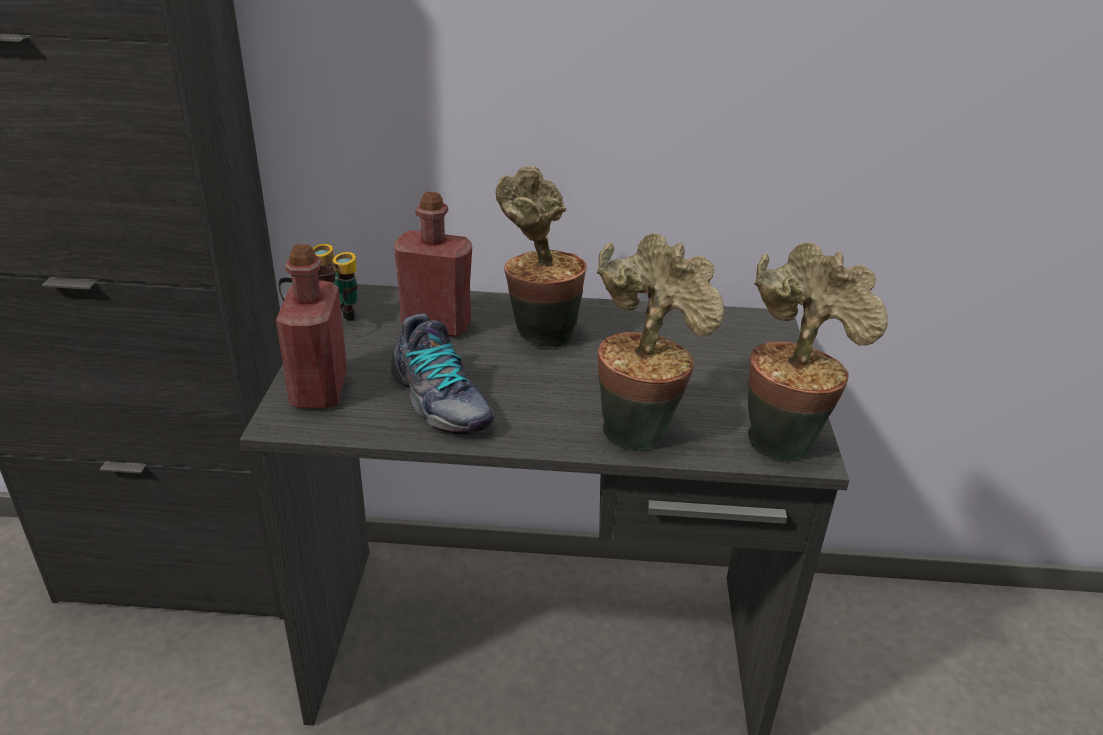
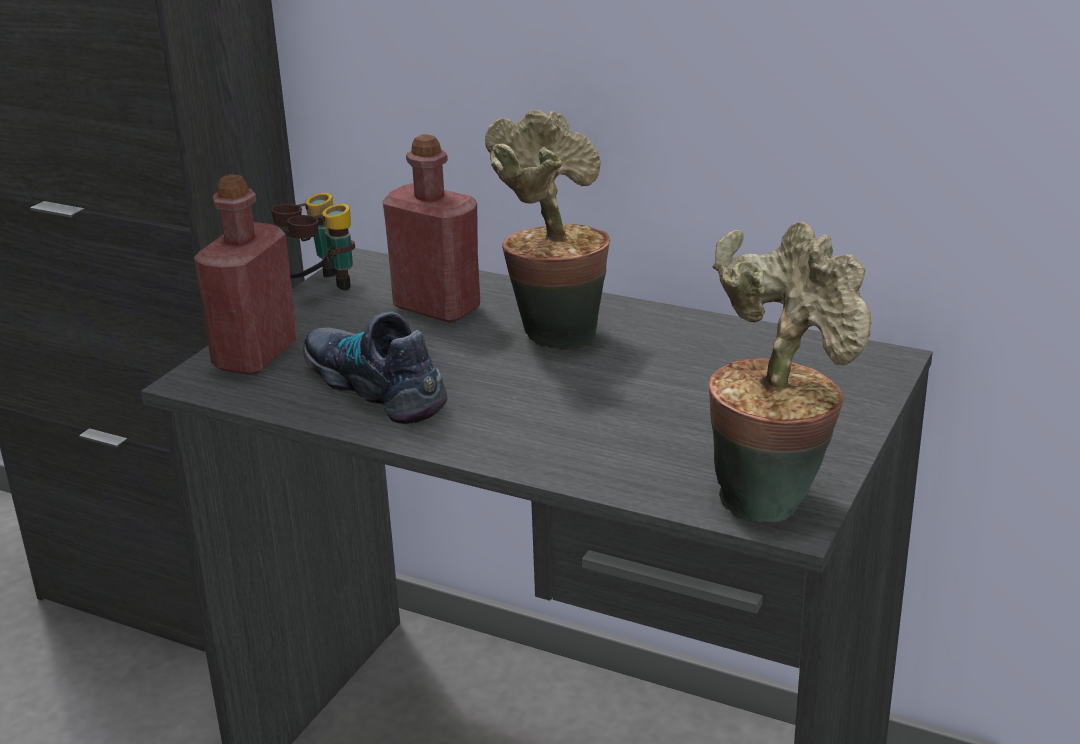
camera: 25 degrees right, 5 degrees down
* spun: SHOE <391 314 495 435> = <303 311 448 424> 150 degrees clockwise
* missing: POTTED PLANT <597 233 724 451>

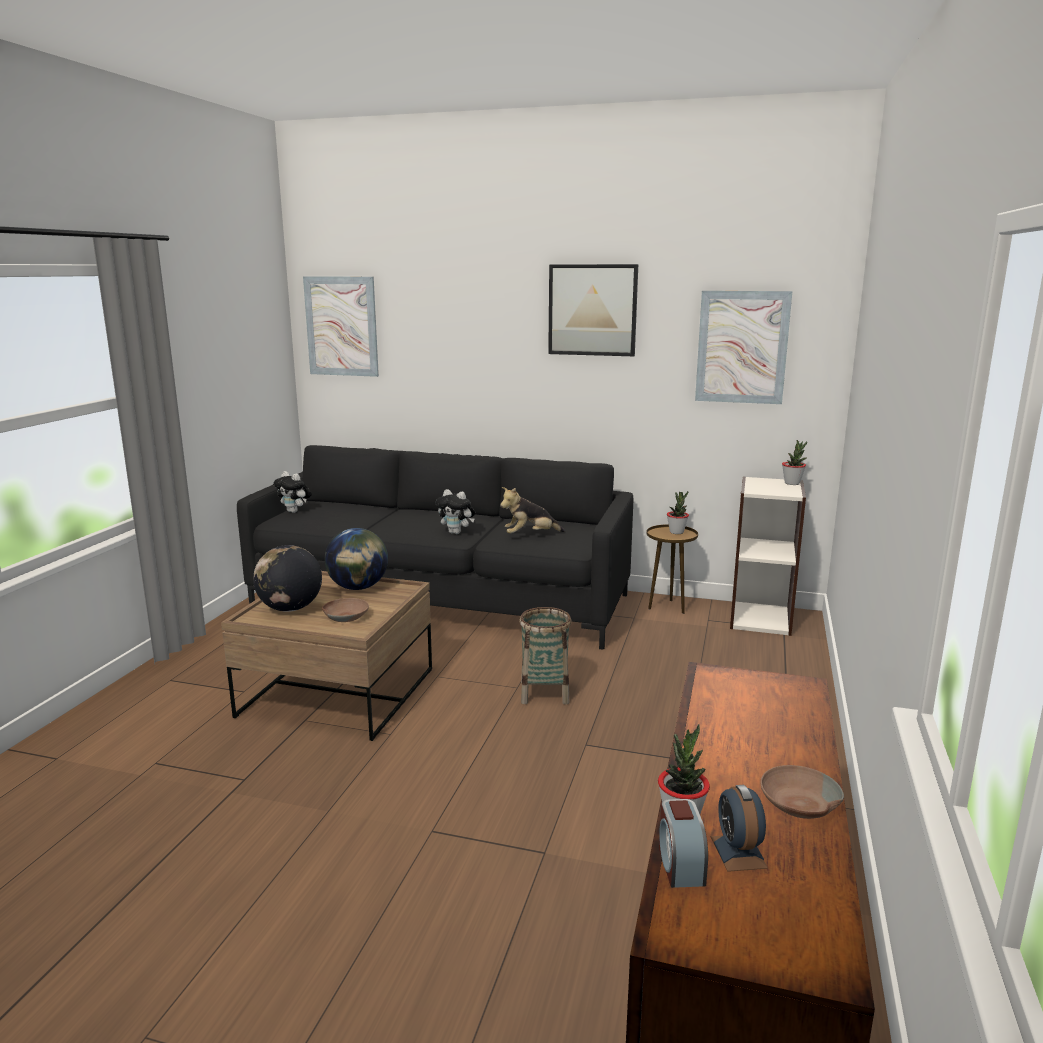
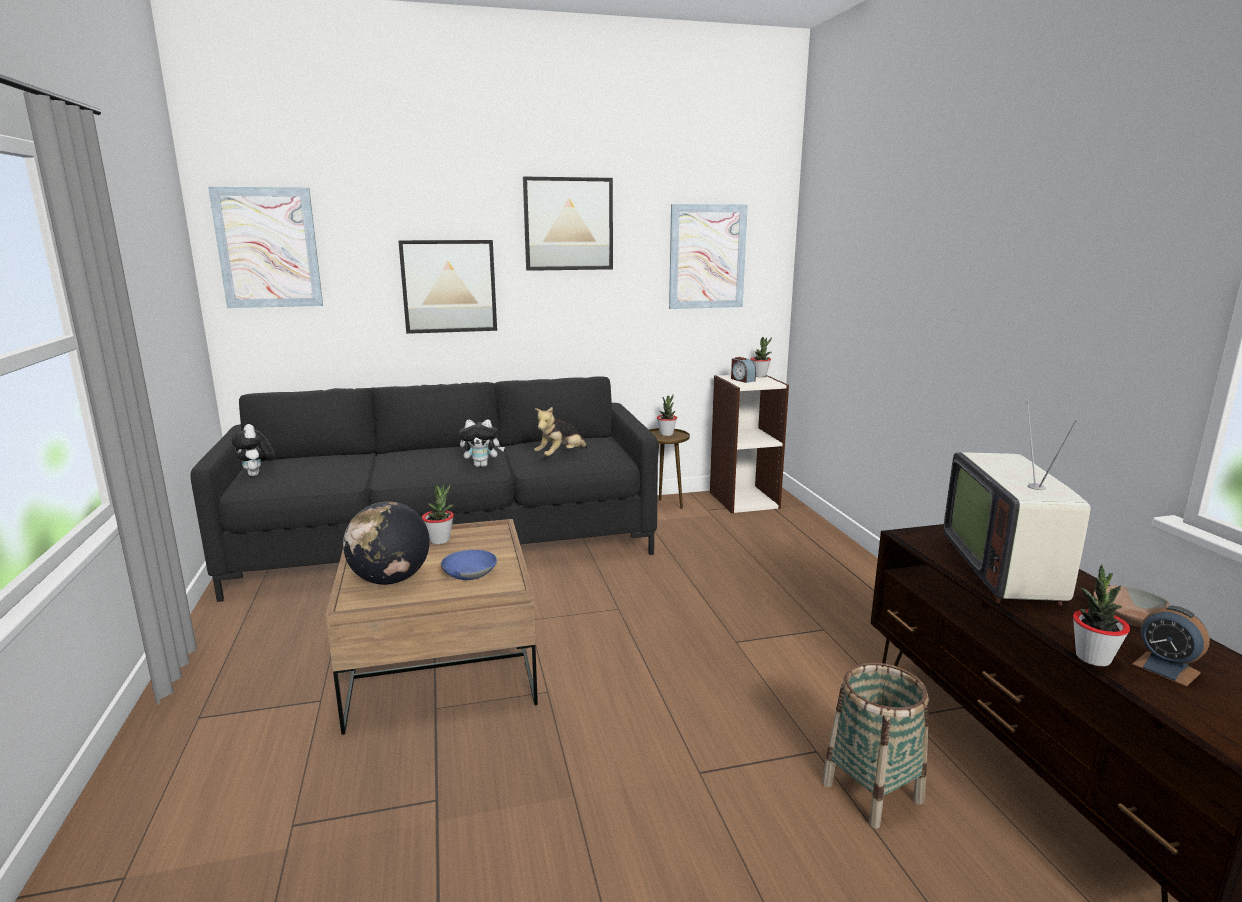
camera: 30 degrees left, 0 degrees up
* spun: CUDDLY TOY <273 471 312 513> = <232 424 275 476> 60 degrees clockwise
* appeared: PICTURE <398 240 497 334>
* exchanged: WORLD GLOBE <325 528 388 590> to POTTED PLANT <422 484 454 544>
* colour: BROWN DEEP DISH <322 598 369 622> to BLUE-COLOURED DEEP DISH <441 550 497 580>
* relocated: ALARM CLOCK <659 799 708 888> to <731 357 756 383>
* relocated: BASKET <519 607 572 704> to <822 662 929 829>
* appeared: TELEVISION <943 401 1091 606>

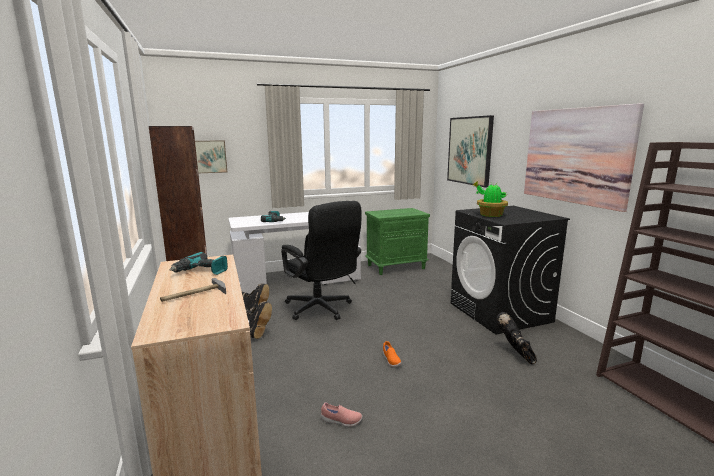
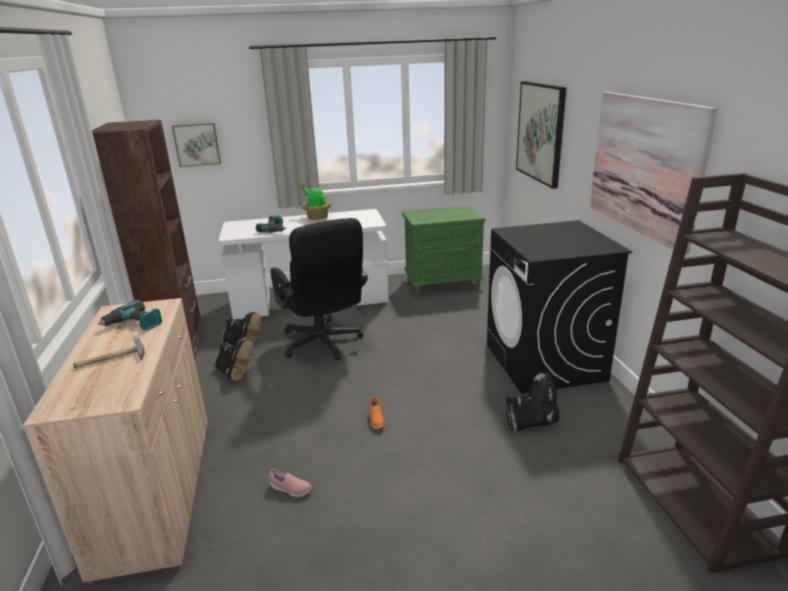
camera: 10 degrees right, 10 degrees up
* relocated: POTTED PLANT <473 181 508 217> to <299 183 331 220>
* spun: BLACK-COLOURED BOOT <496 312 537 364> = <506 372 559 432> 75 degrees clockwise

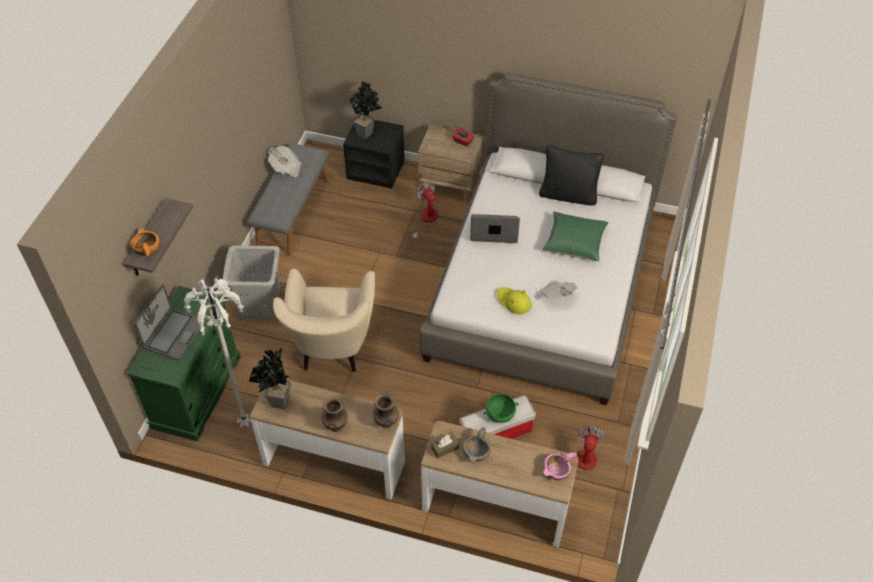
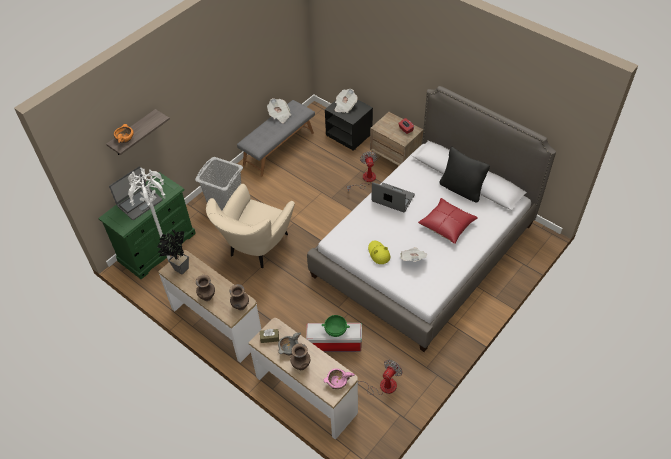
camera: 25 degrees right, 0 degrees up
* appeared: BROWN FLOWER VASE <290 343 310 370>
* exchanged: POTTED PLANT <350 81 382 139> to NEWSPAPER <335 89 357 113>
* colour: GREEN CUSHION <543 212 608 261> to RED CUSHION <418 198 478 244>

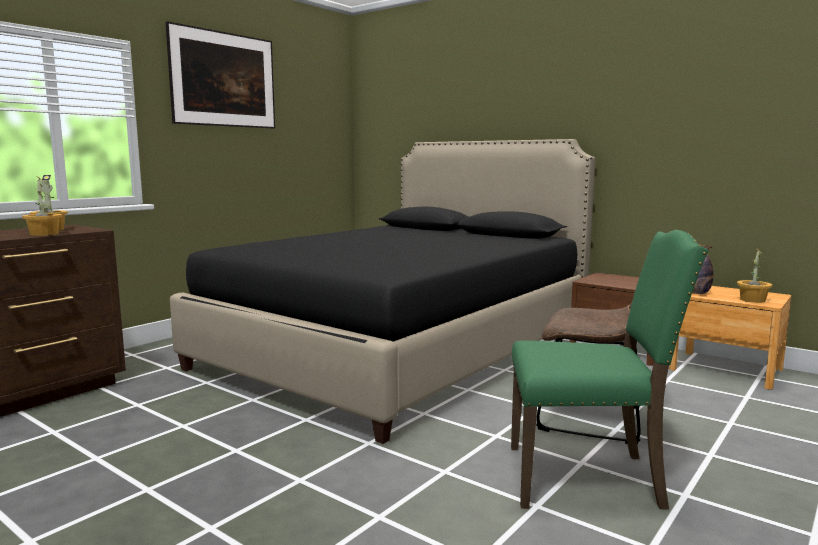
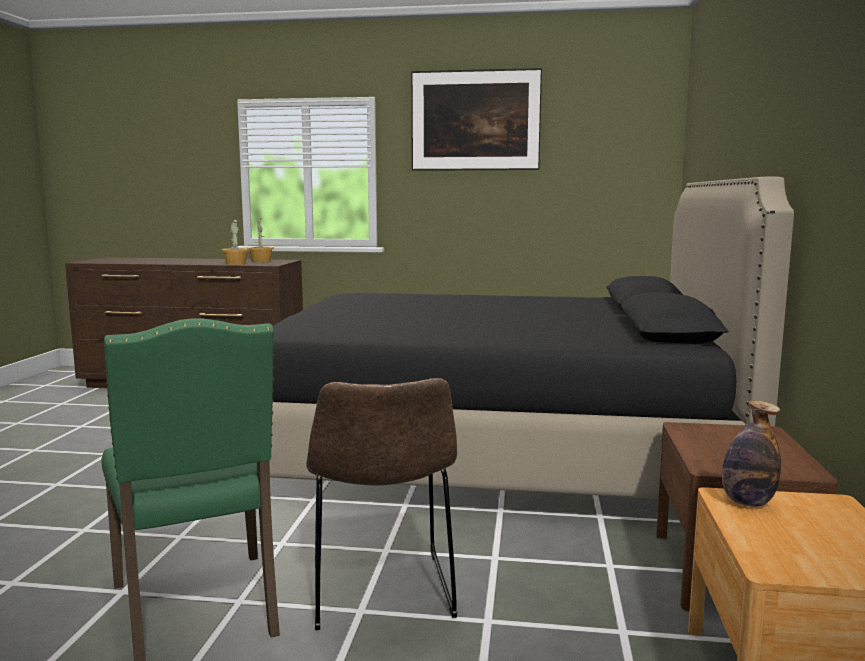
camera: 60 degrees right, 0 degrees up
* missing: POTTED PLANT <737 248 772 303>

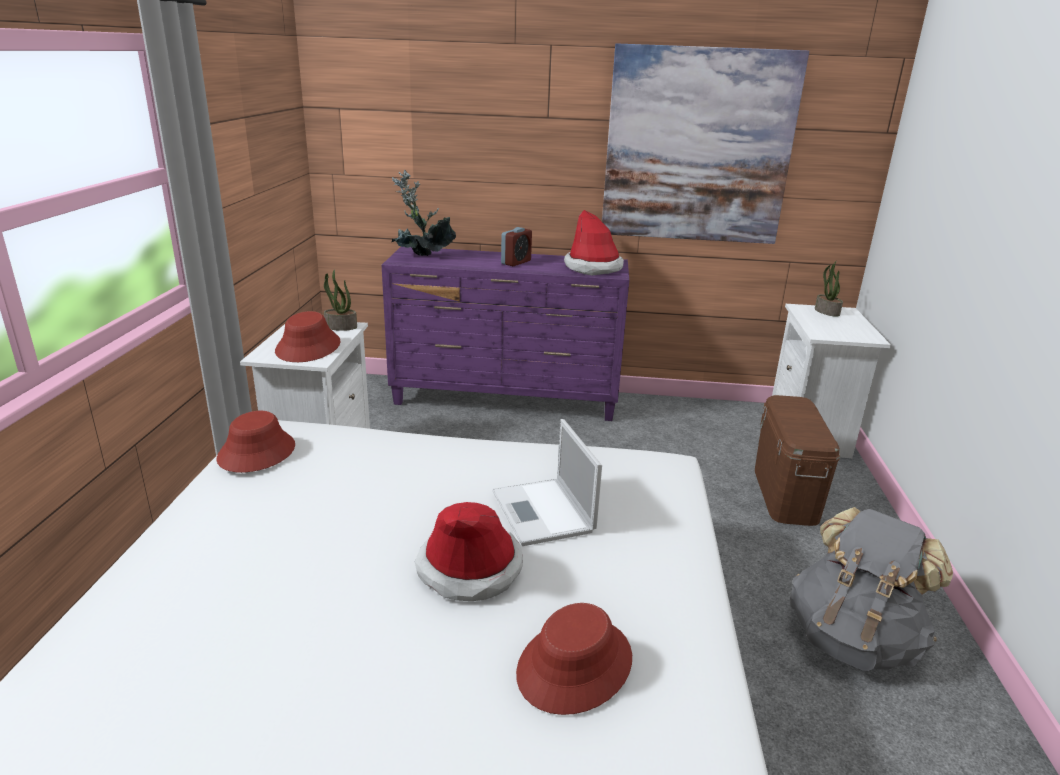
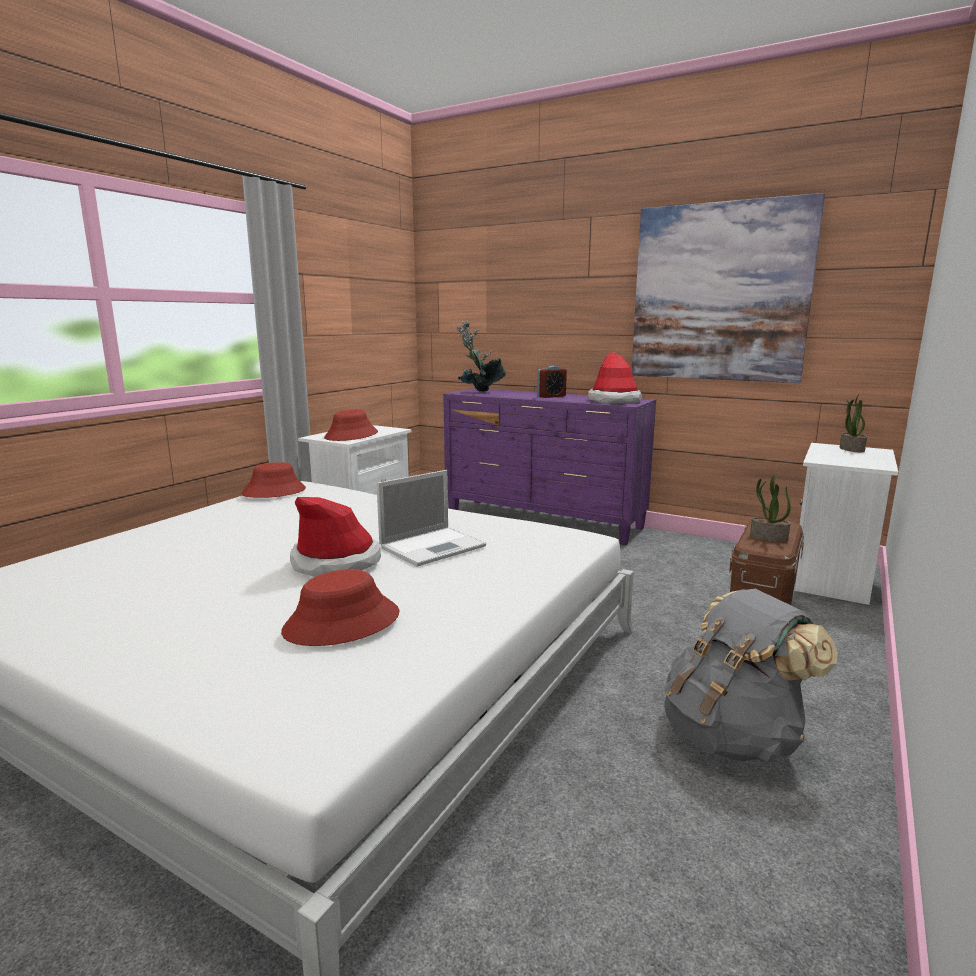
camera: 25 degrees right, 10 degrees down
* spun: LAPTOP <492 419 602 546> = <376 470 486 567> 135 degrees counterclockwise
* relocated: POTTED PLANT <324 269 357 331> to <750 474 791 542>

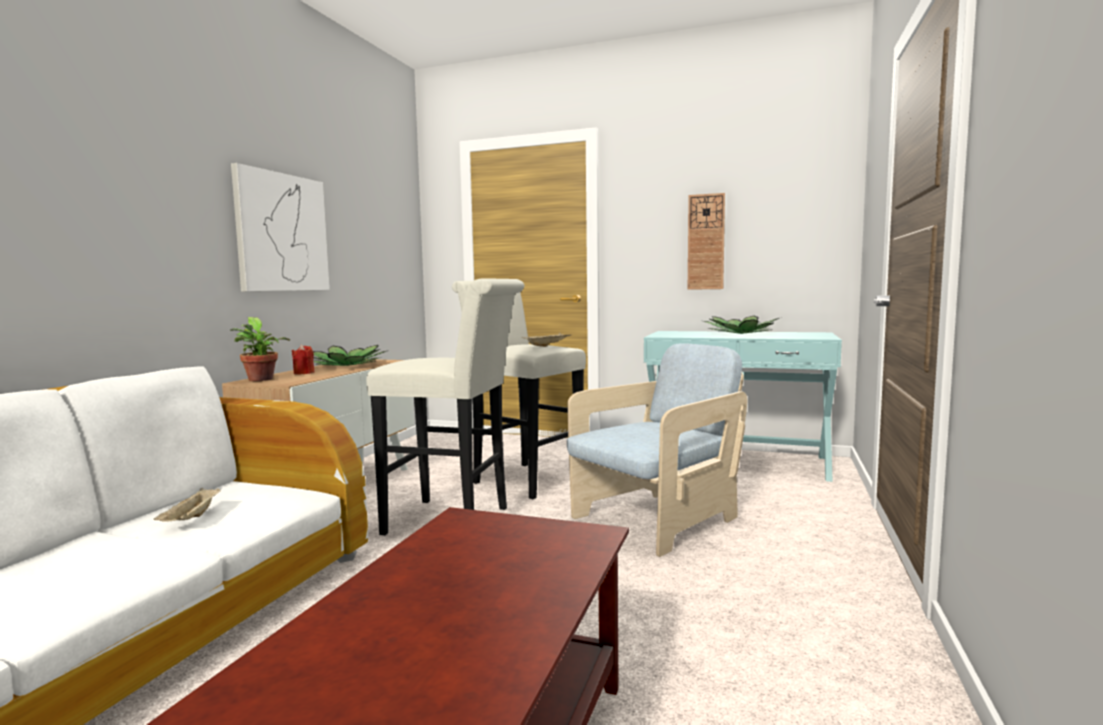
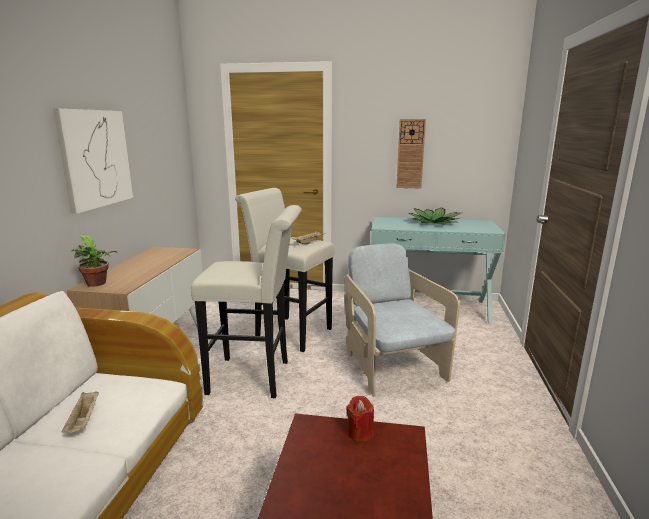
camera: 10 degrees left, 10 degrees up
* spun: SAND-COLOURED LOUNGE CHAIR <567 343 747 557> = <344 243 460 397> 60 degrees counterclockwise
* relocated: RED WAX CANDLE <292 344 314 375> to <346 396 374 441>
* missing: POTTED PLANT <313 345 389 366>

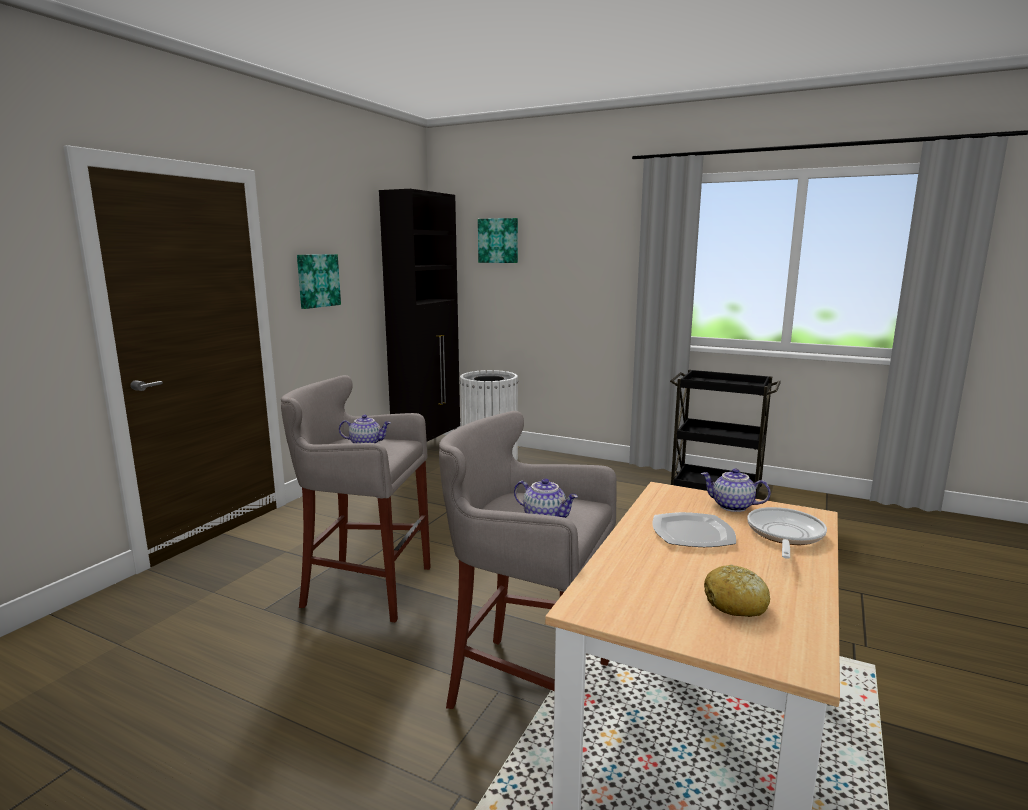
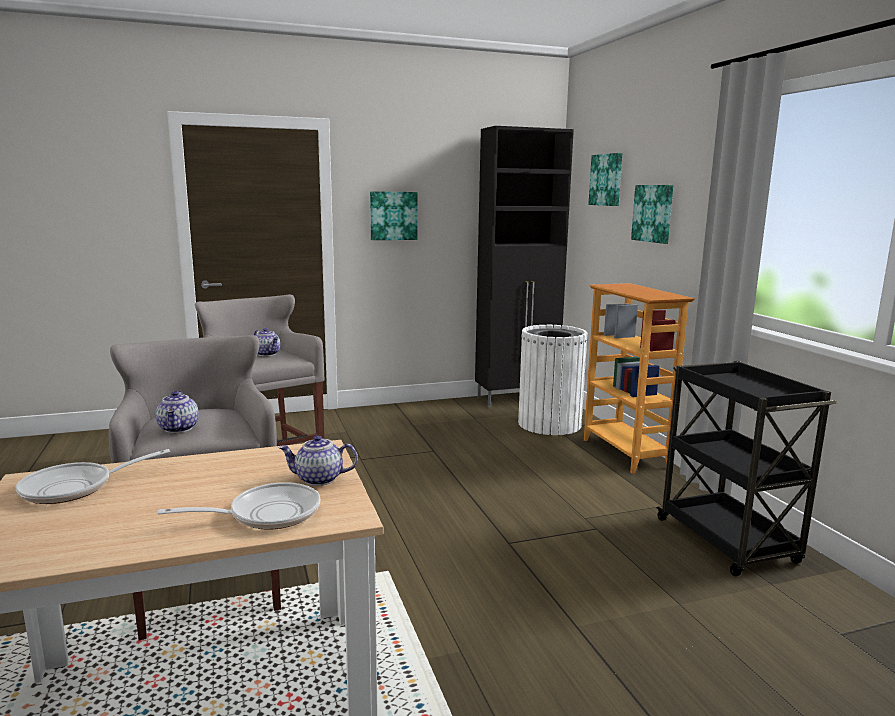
camera: 45 degrees right, 0 degrees up
* appeared: SKILLET <16 449 170 504>
* spun: POT FOR TEA <701 468 771 512> = <278 435 358 486> 75 degrees counterclockwise
* appeared: BOOKCASE <584 283 695 474>
* appeared: PICTURE <631 185 673 244>
* missing: DINNER PLATE <652 512 736 547>
* missing: BAKED BREAD <704 564 770 617>

